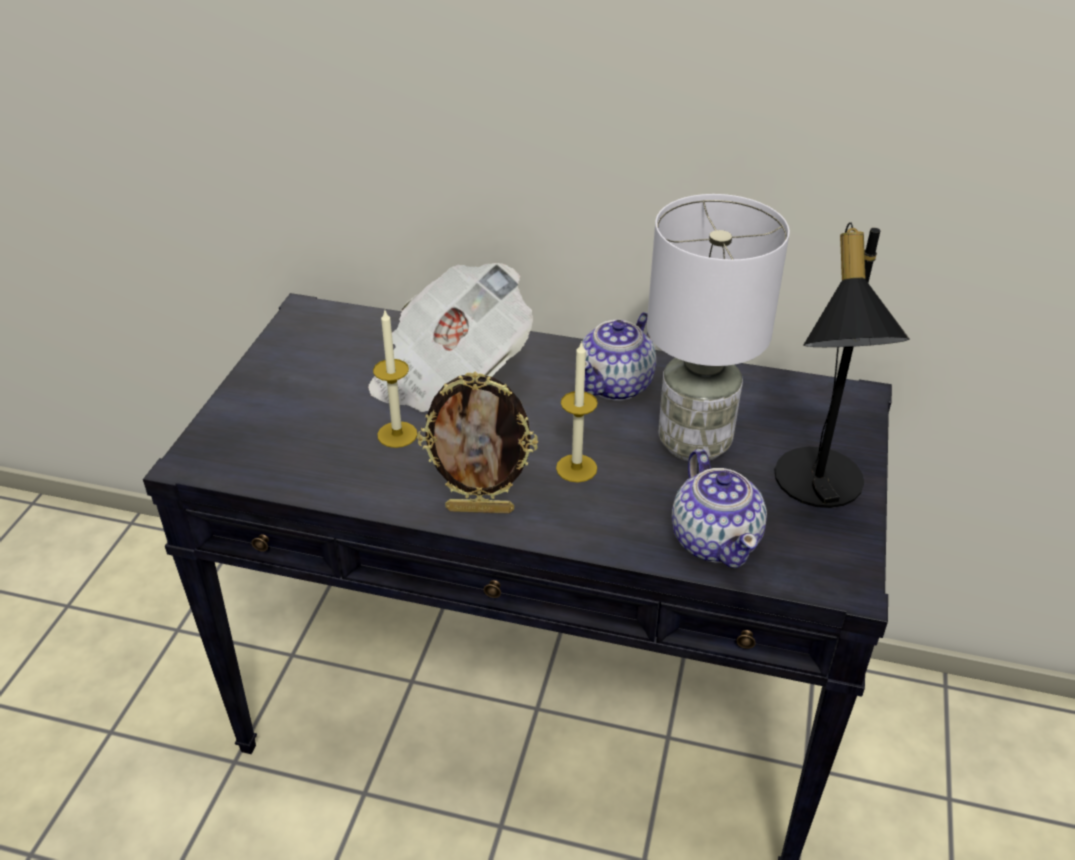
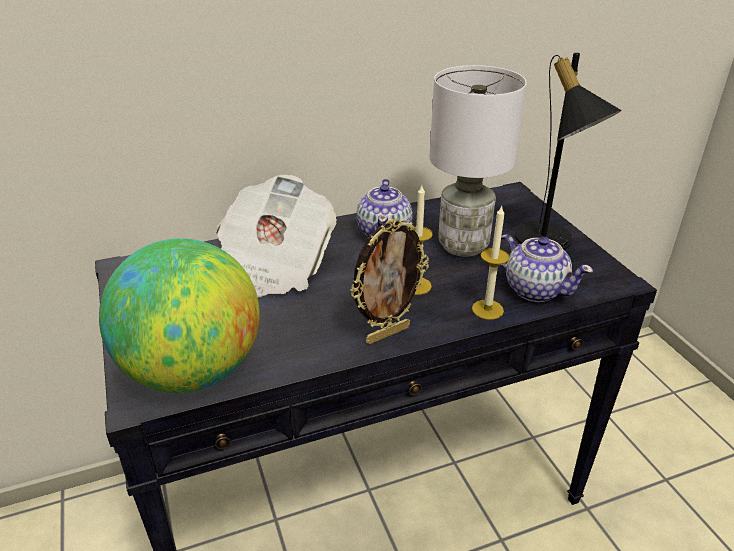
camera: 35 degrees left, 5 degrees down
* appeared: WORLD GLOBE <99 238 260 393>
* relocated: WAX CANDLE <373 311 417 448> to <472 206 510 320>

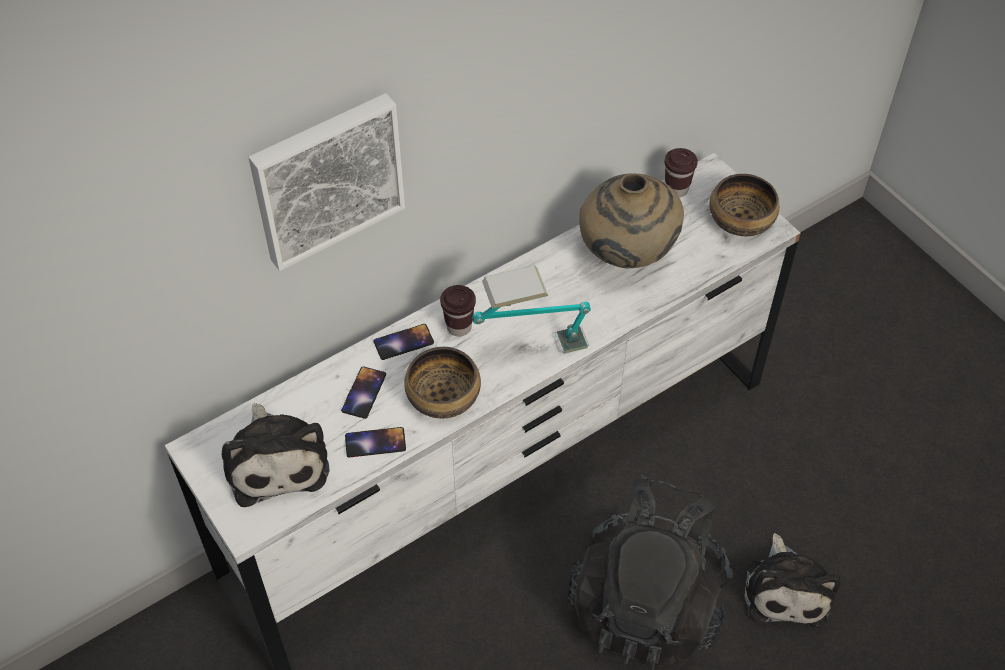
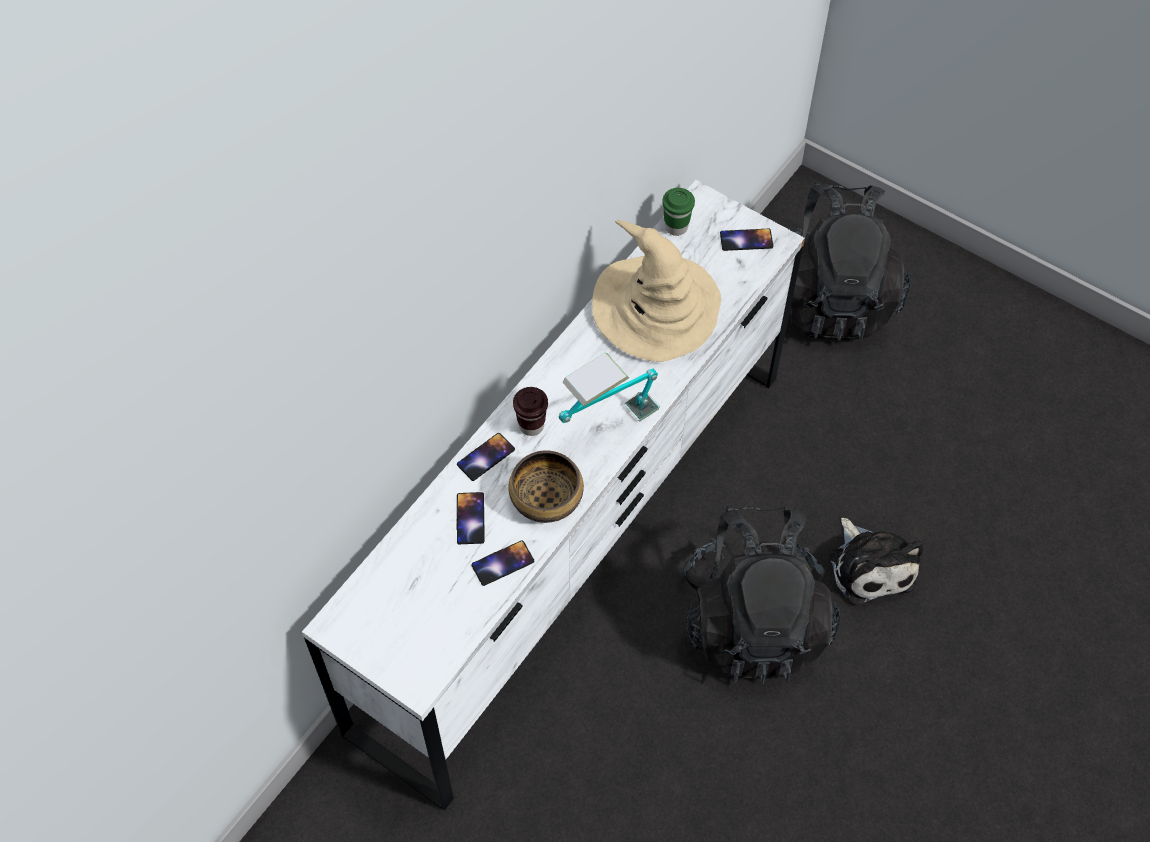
camera: 20 degrees left, 5 degrees up
* exchanged: SAND-COLOURED FLOWER VASE <579 174 684 268> to SAND-COLOURED WEARABLE HAT <592 220 721 362>
* colour: BROWN DRINKING CUP <665 148 698 197> to GREEN DRINKING CUP <662 188 695 236>
* exchanged: DEEP DISH <710 174 779 236> to HANDSET <720 229 773 251>
* appeared: BLACK-COLOURED KNAPSACK <789 182 911 340>
* missing: CUDDLY TOY <222 403 330 507>
* missing: PICTURE <248 93 405 271>

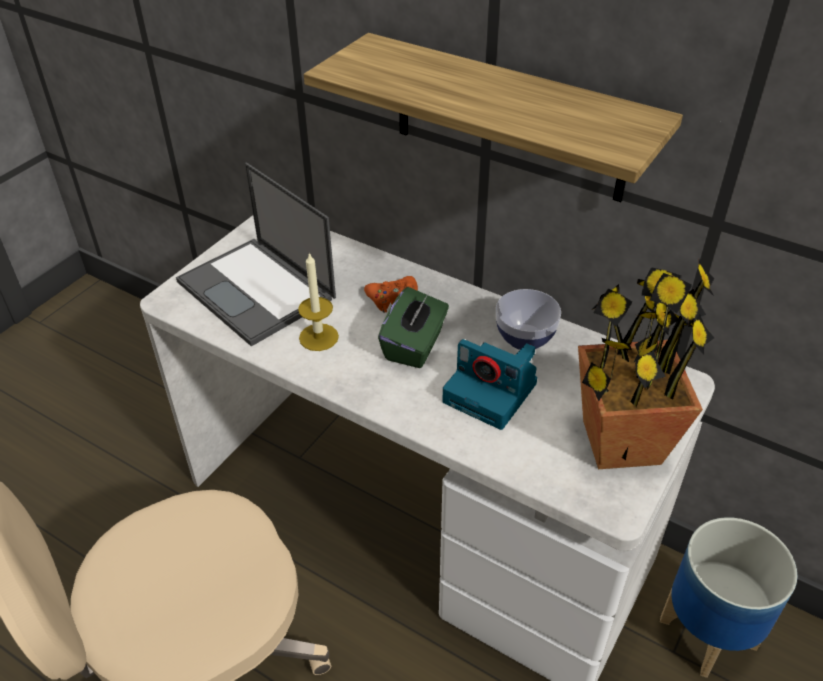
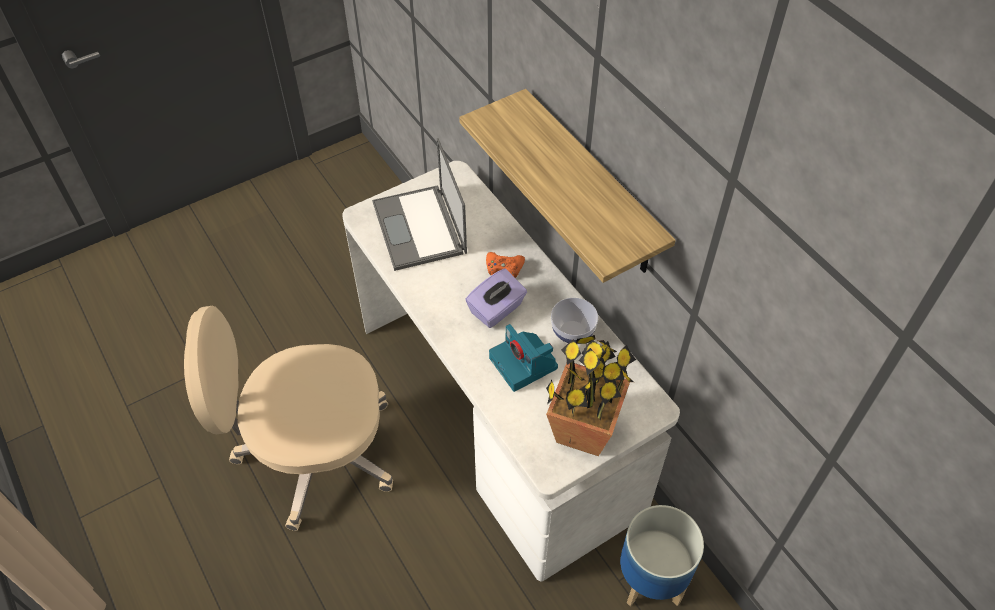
camera: 25 degrees right, 10 degrees up
* colour: GREEN TISSUE BOX <378 287 449 368> to PURPLE TISSUE BOX <465 269 527 328>
* missing: WAX CANDLE <298 252 339 351>

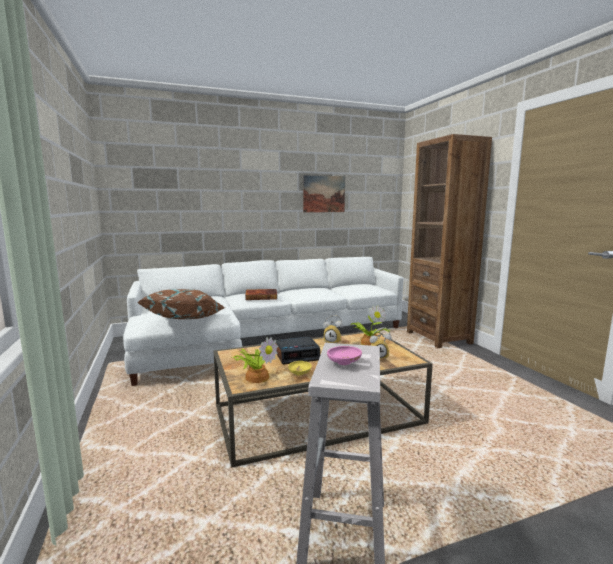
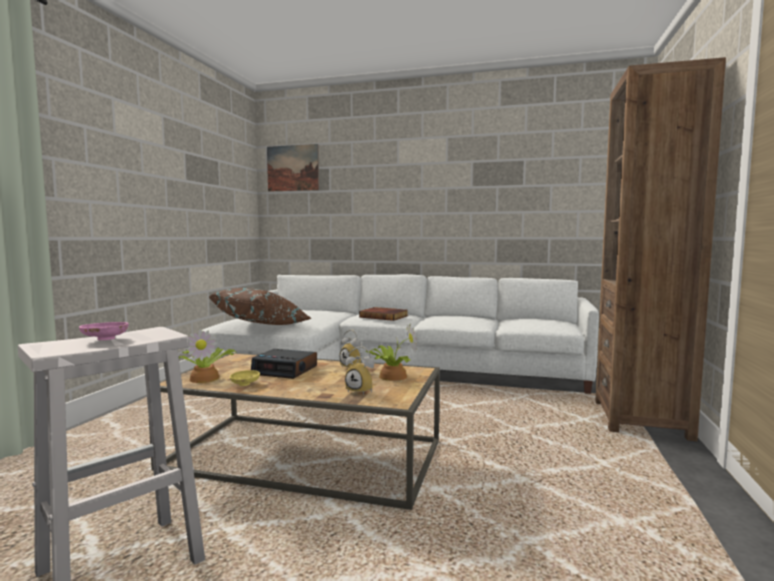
camera: 35 degrees right, 5 degrees down
* relocated: PICTURE <303 175 345 213> to <267 144 319 192>

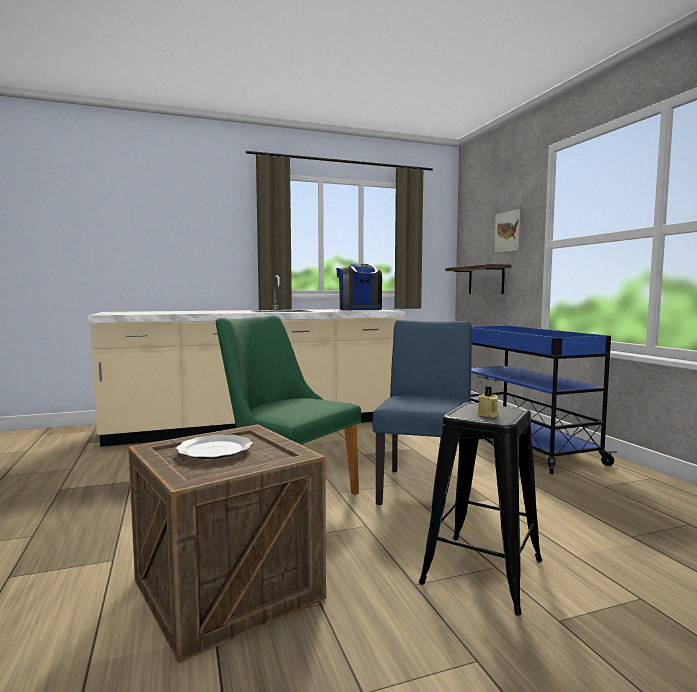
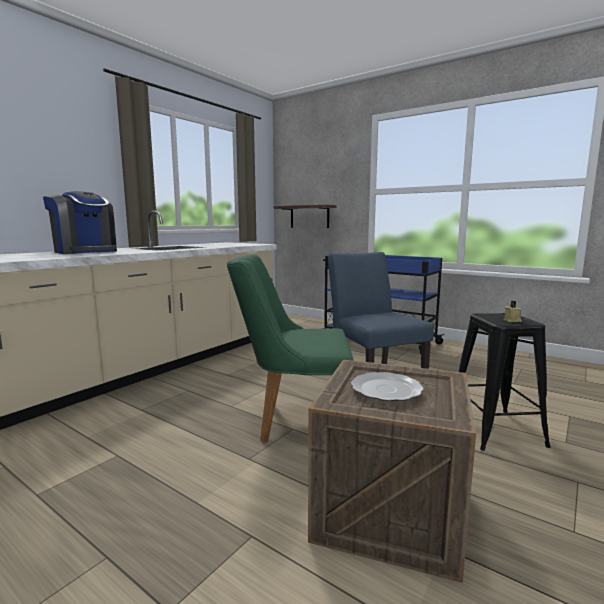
camera: 35 degrees left, 5 degrees up
* relocated: COFFEE BREWER <336 263 382 310> to <43 191 117 254>
* missing: PICTURE <493 206 523 254>

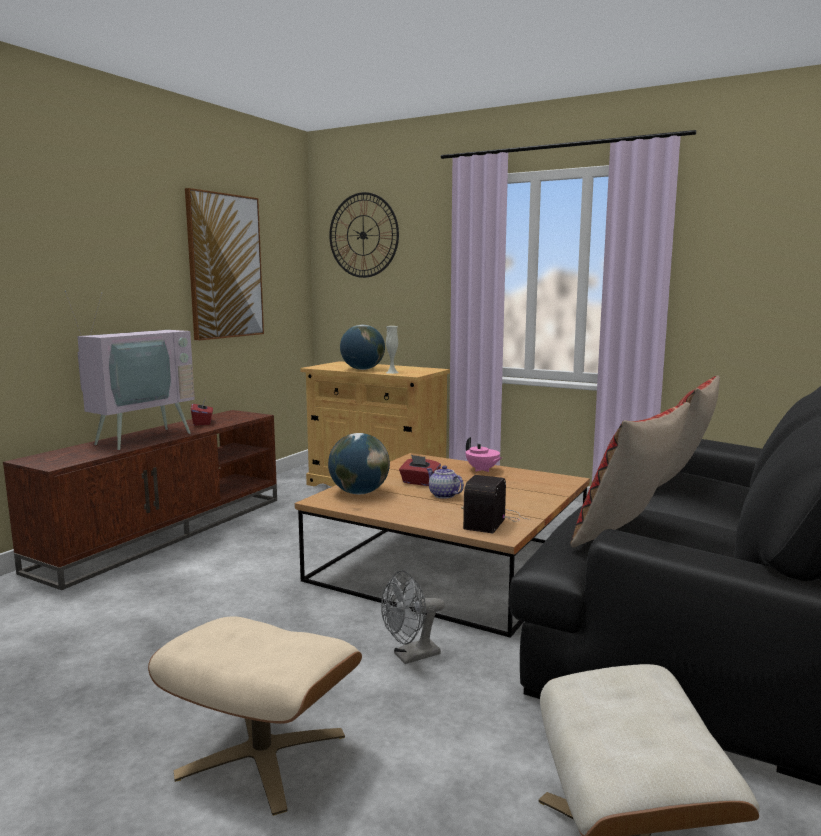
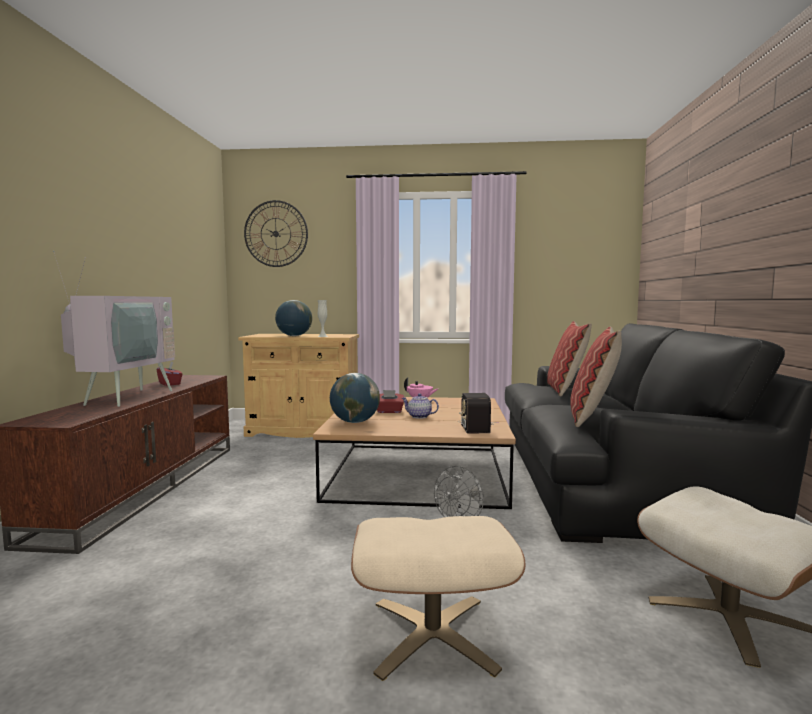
camera: 25 degrees left, 5 degrees down
* missing: PICTURE <185 188 264 341>

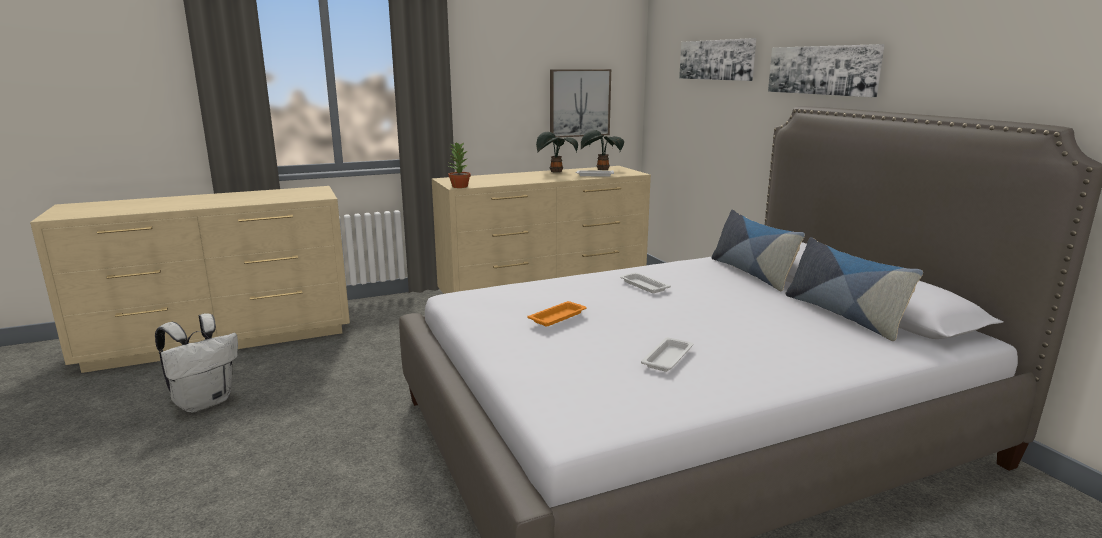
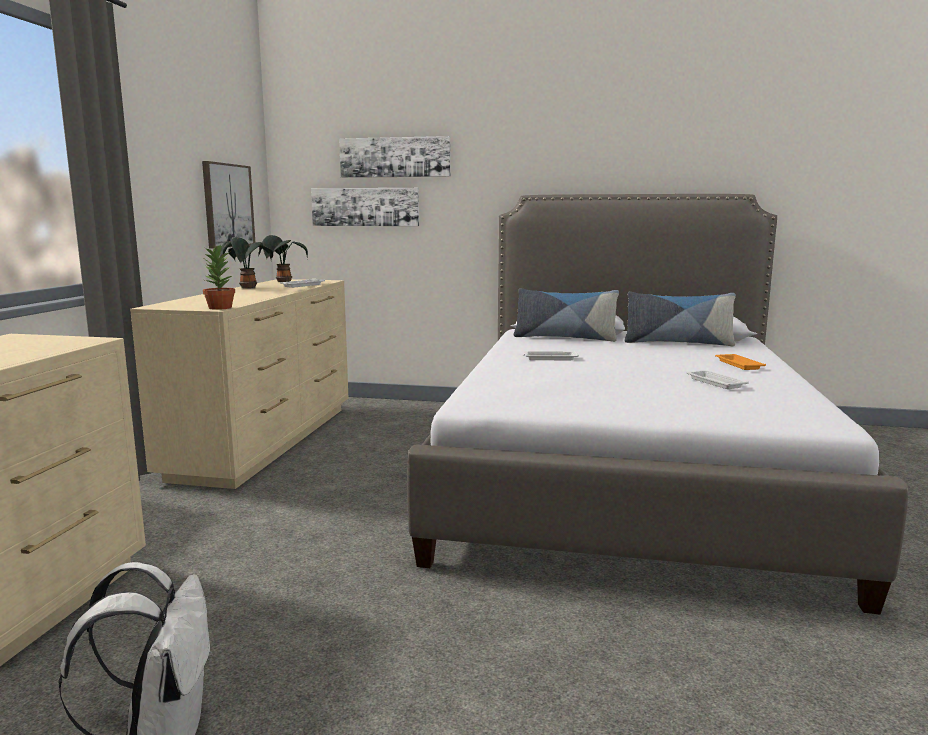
camera: 55 degrees left, 5 degrees down
* relocated: PICTURE <768 44 885 97> to <311 188 419 226>
* relocated: ORANGE SERVING TRAY <527 301 587 326> to <715 354 766 370>

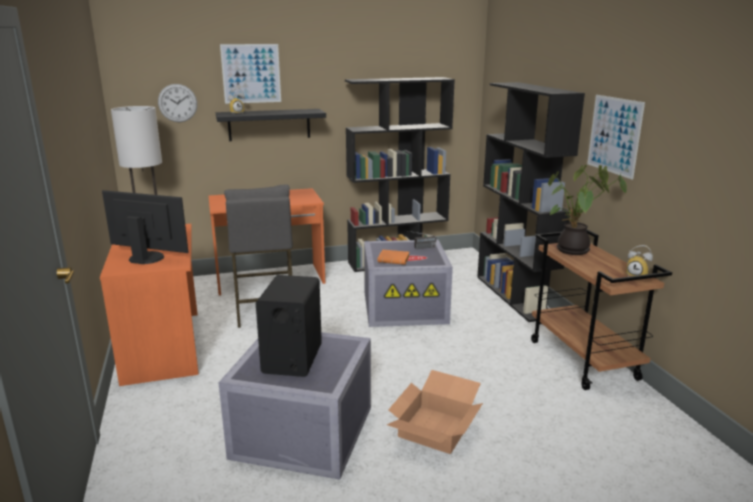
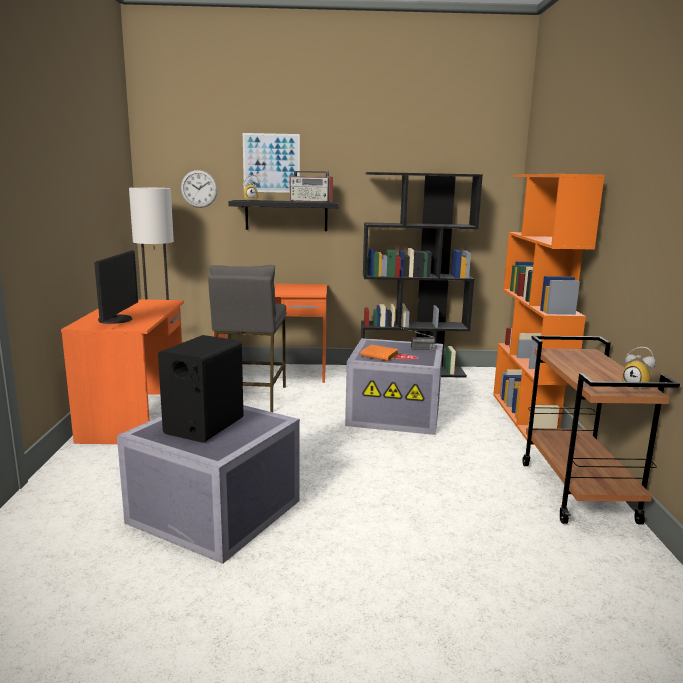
camera: 15 degrees right, 5 degrees down
* spun: COMPUTER SCREEN <102 190 189 264> = <94 250 138 324> 60 degrees clockwise
* appeared: RADIO RECEIVER <290 171 333 202>
* colour: BLACK-COLOURED BOOKCASE <477 82 585 322> to ORANGE BOOKCASE <493 174 605 445>
* missing: CARTON <387 370 483 454>
* missing: POTTED PLANT <548 165 627 255>
* missing: PICTURE <587 95 645 180>

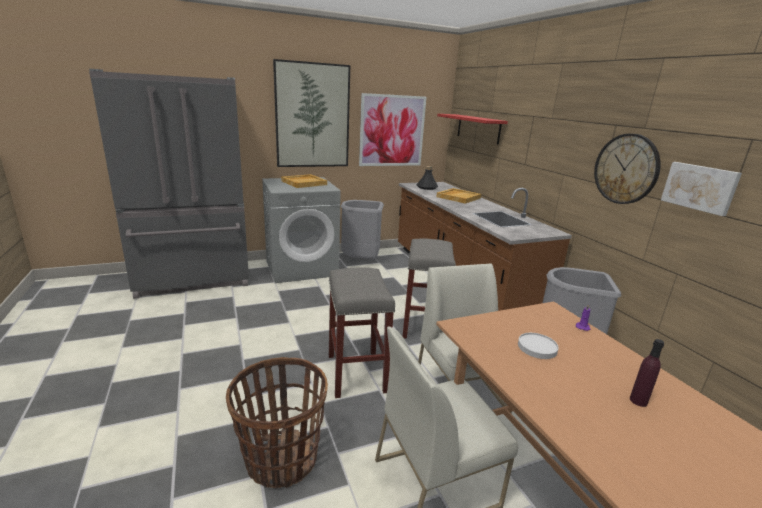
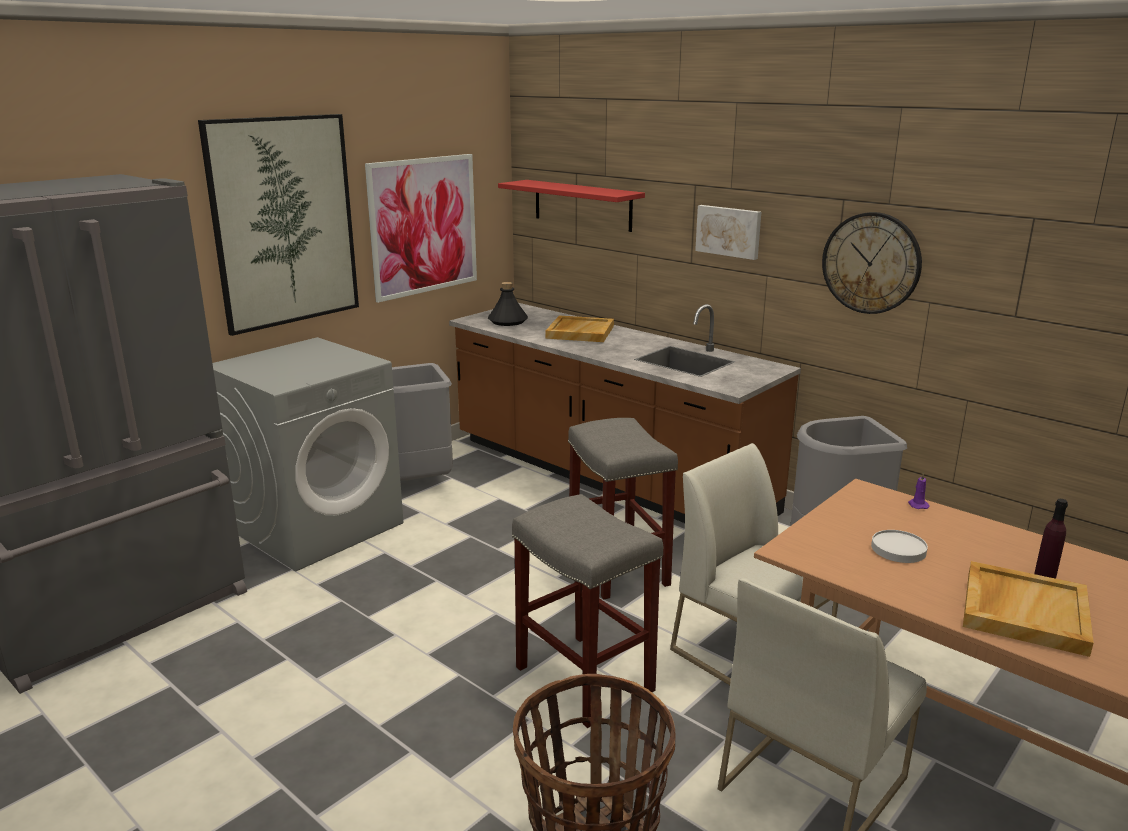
camera: 25 degrees left, 0 degrees up
* relocated: PICTURE <661 162 742 216> to <695 205 761 260>
* relocated: SAND-COLOURED SERVING TRAY <281 174 327 188> to <963 561 1094 657>

